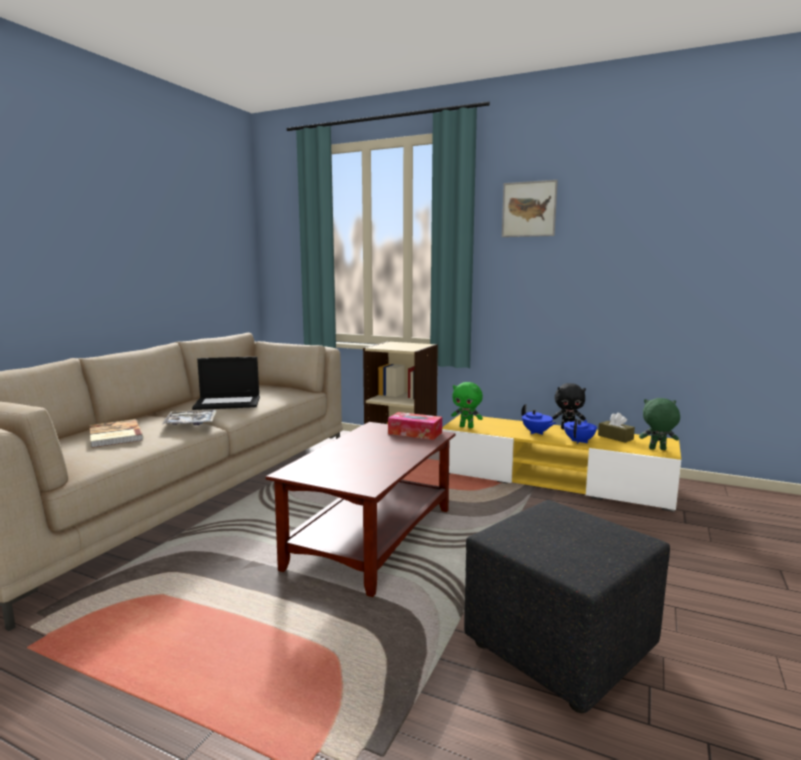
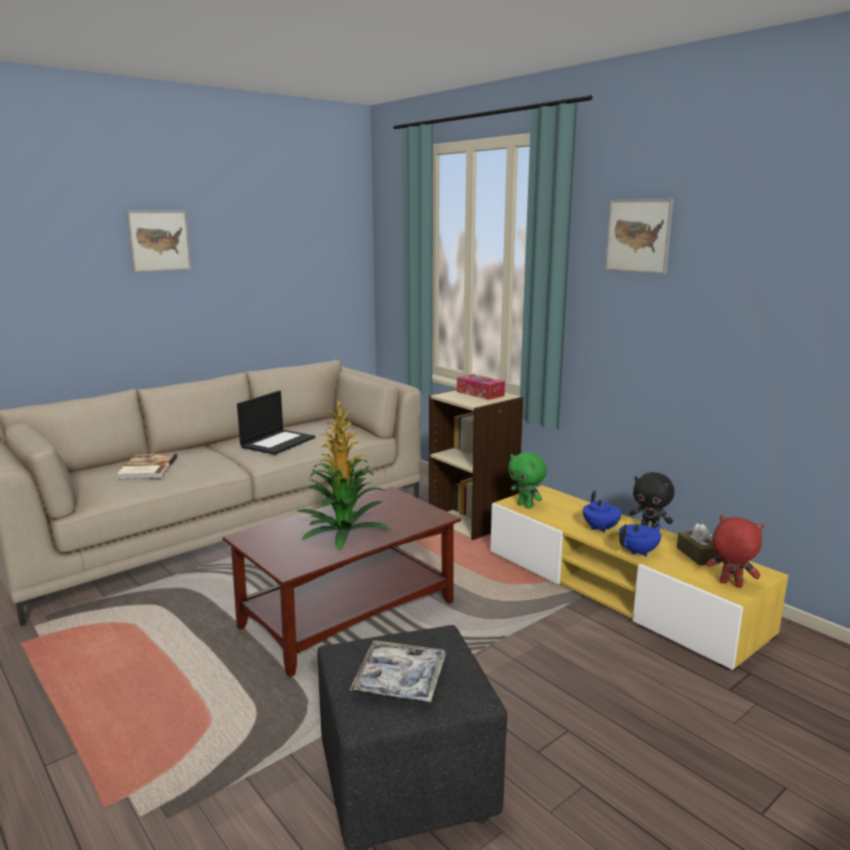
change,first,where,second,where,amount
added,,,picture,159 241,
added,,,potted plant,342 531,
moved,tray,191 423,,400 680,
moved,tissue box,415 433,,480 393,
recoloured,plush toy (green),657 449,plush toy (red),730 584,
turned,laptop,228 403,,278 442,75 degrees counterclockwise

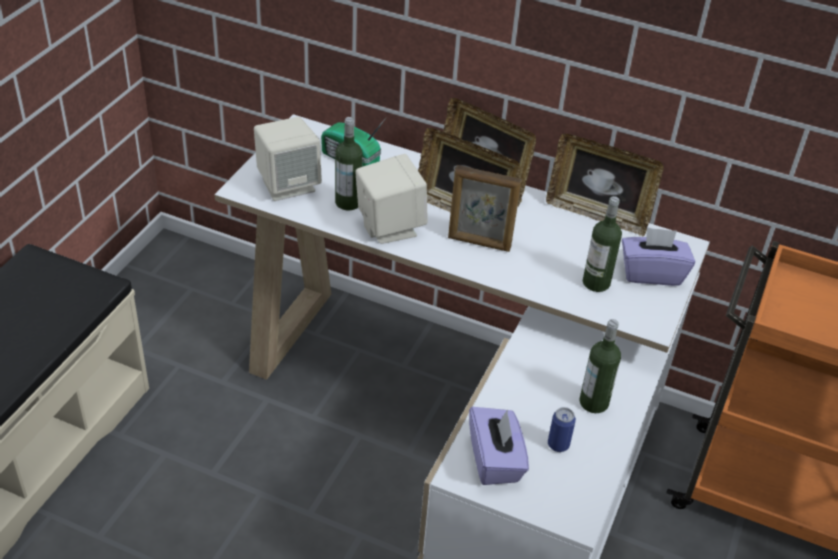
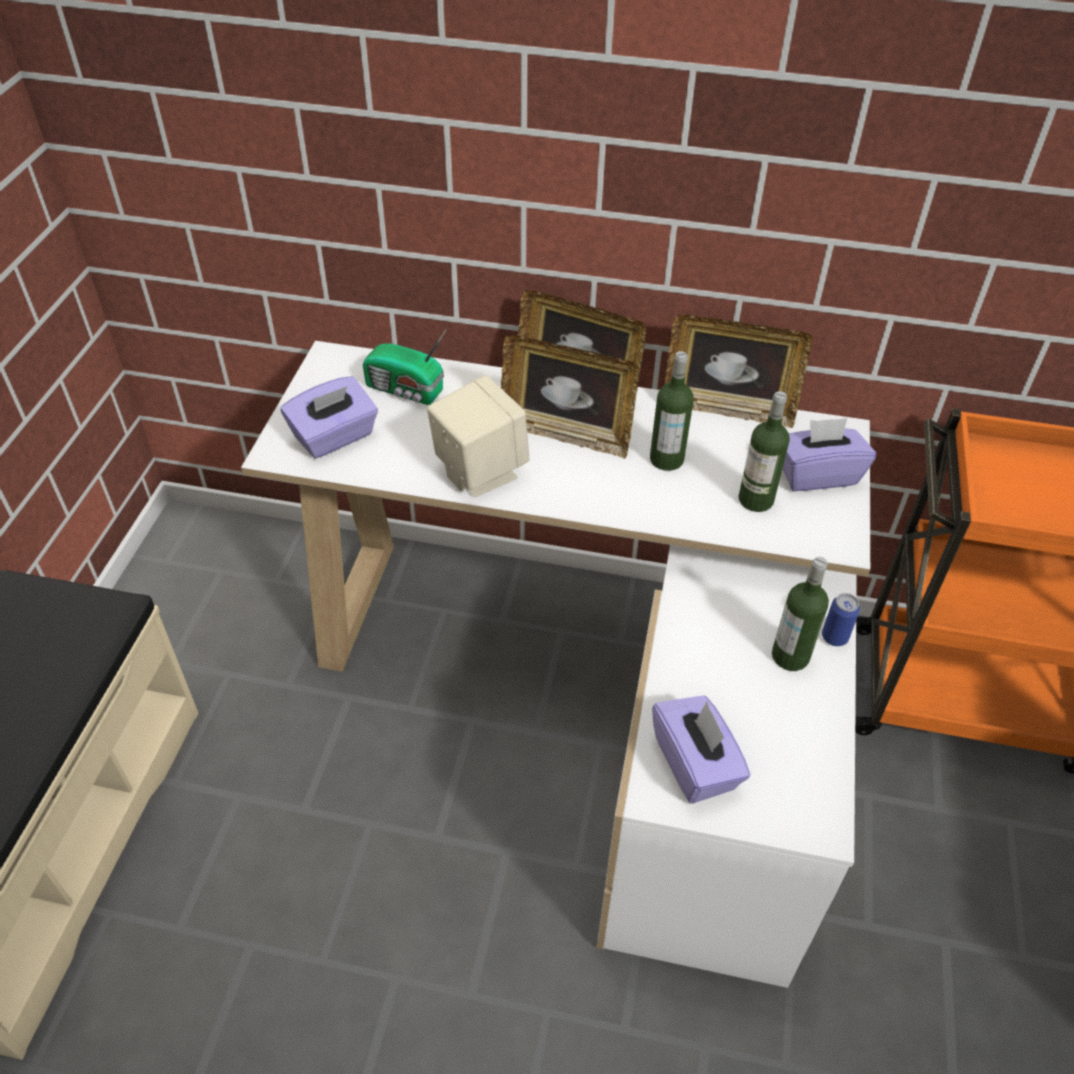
change,first,where,second,where,amount
removed,picture frame,479 243,,,
moved,bottle,348 202,,666 459,
moved,can,558 445,,834 637,
replaced,speaker (beige),288 185,tissue box (purple),334 437,

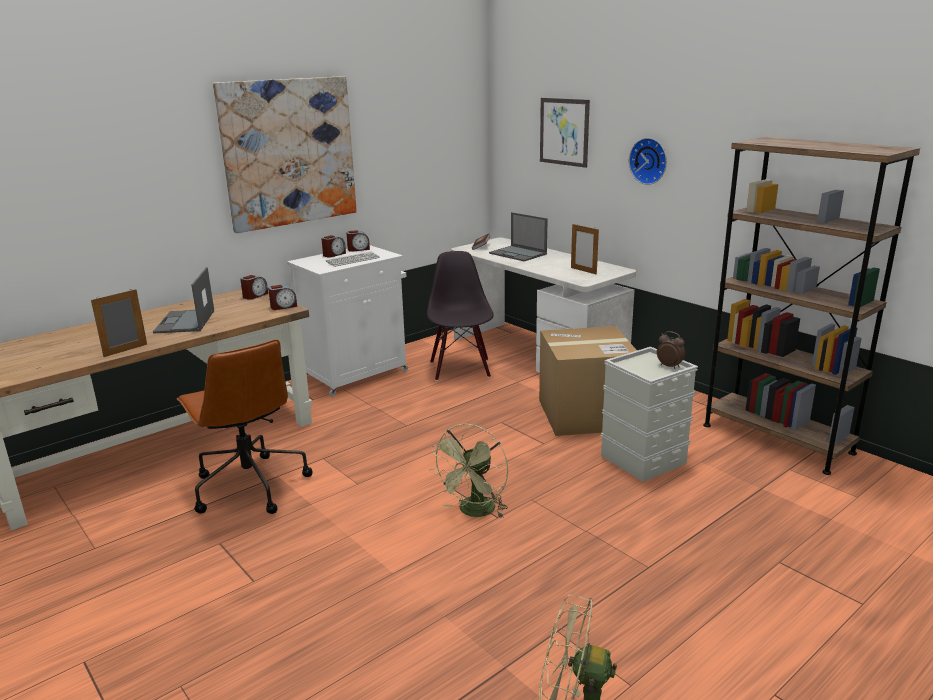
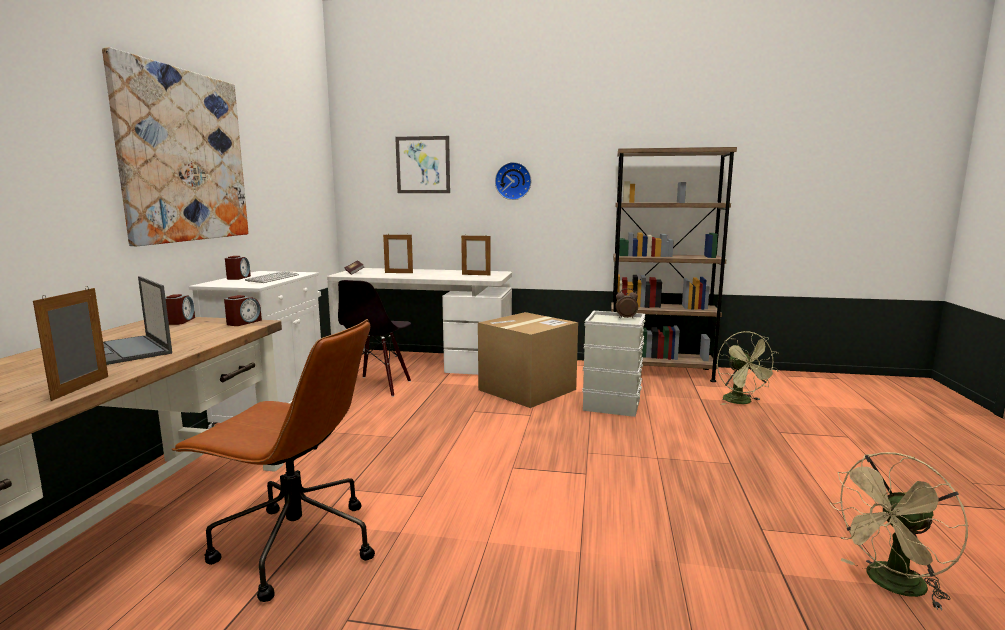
change,first,where,second,where,amount
removed,alarm clock,358 249,,,
moved,fan (green),474 512,,742 402,
replaced,laptop,518 254,picture frame,398 273,
turned,chair (black),461 369,,376 386,120 degrees counterclockwise

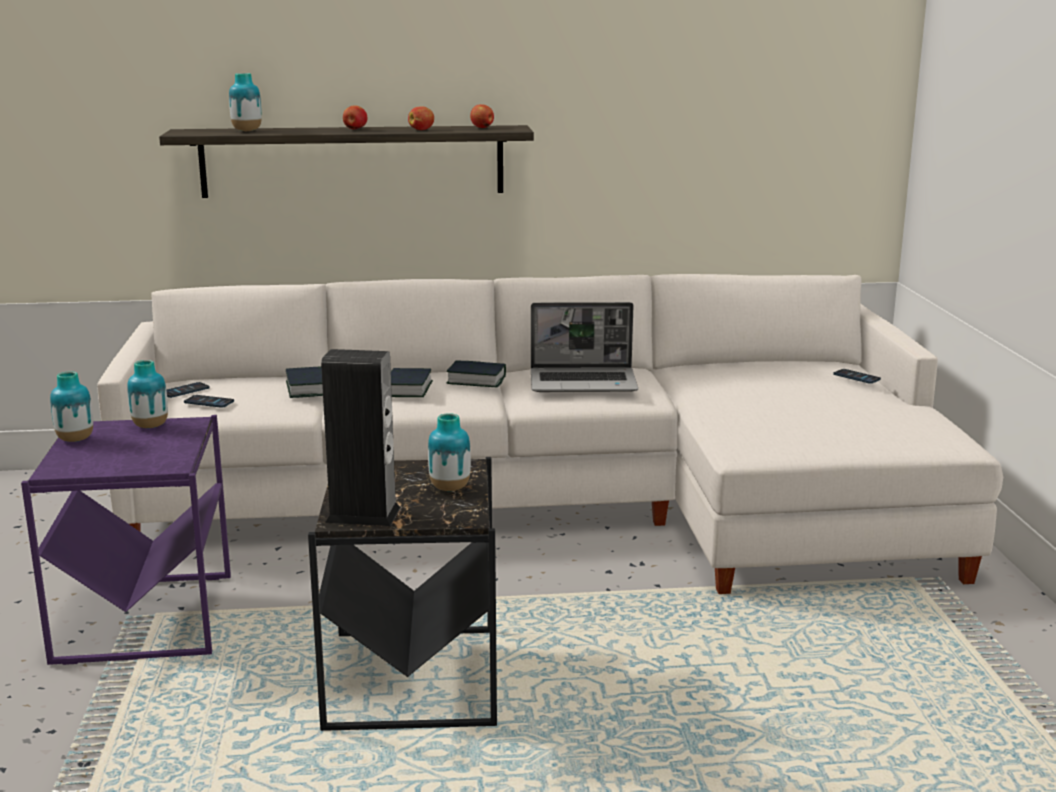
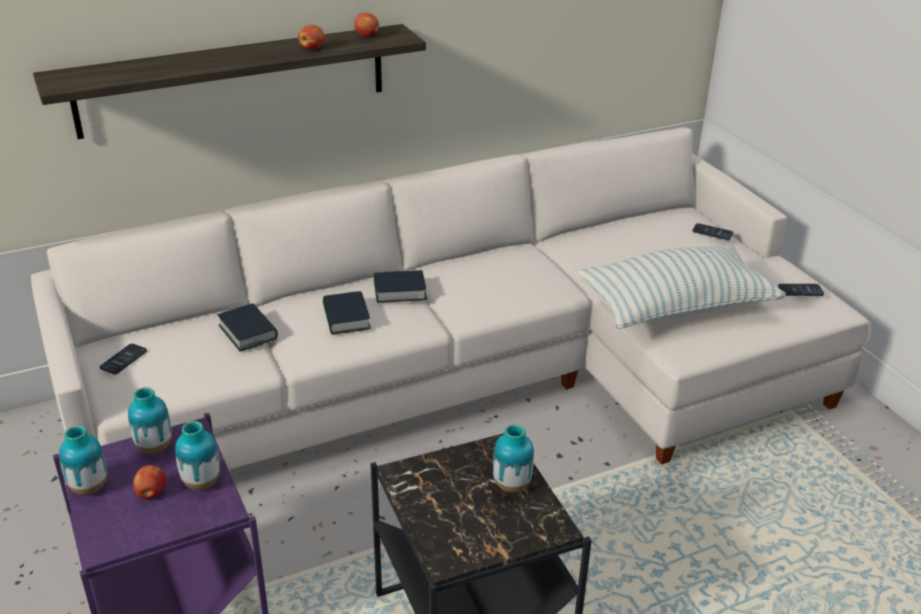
change,first,where,second,where,amount
removed,speaker,363 515,,,
removed,laptop,584 382,,,
added,,,pillow,675 307,
moved,phone,209 402,,800 290,
moved,vase,247 131,,201 482,
moved,apple,355 129,,151 493,

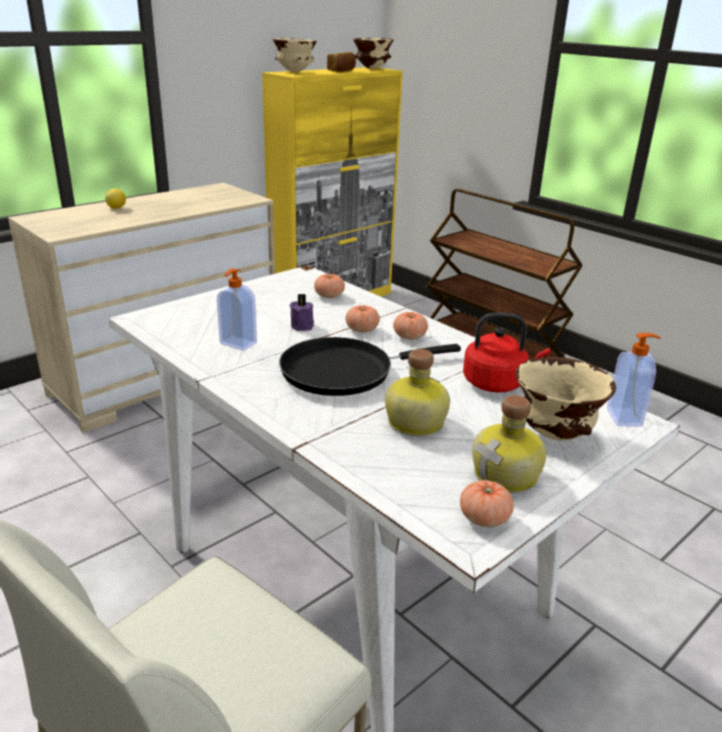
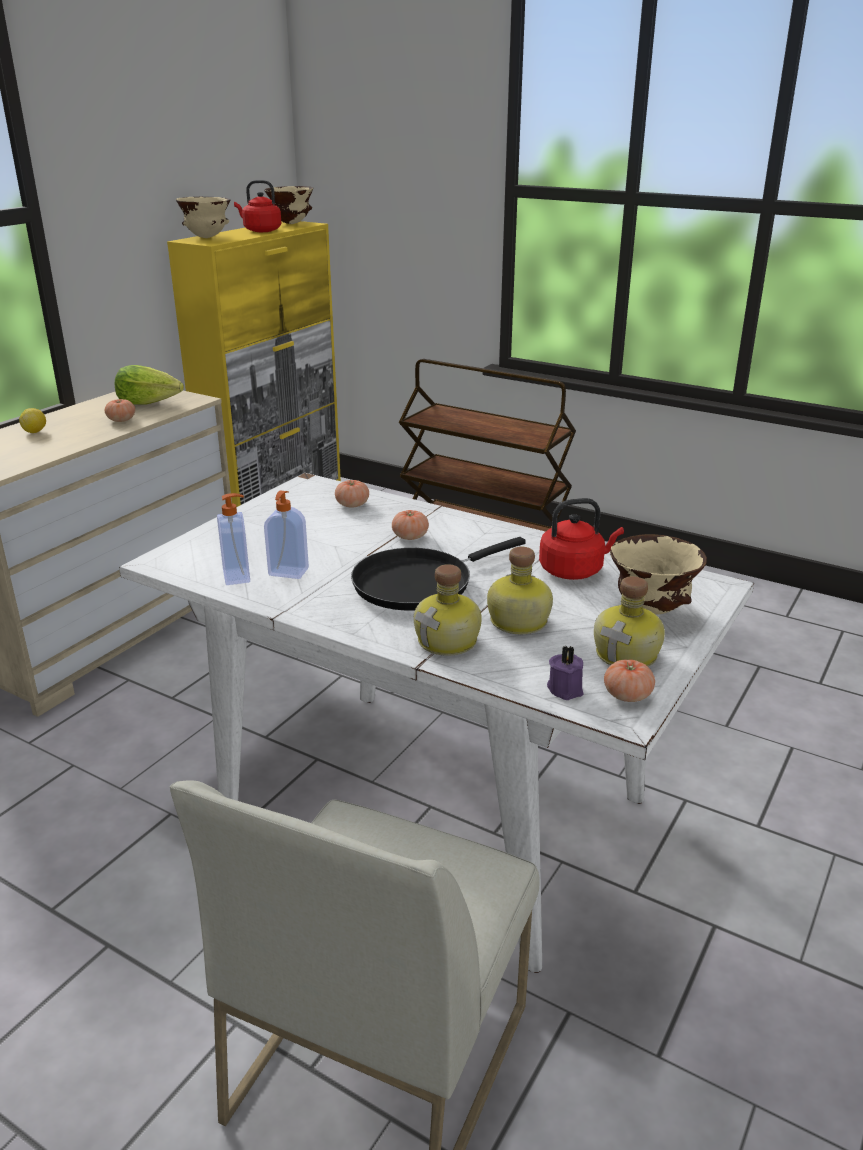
change,first,where,second,where,amount
added,,,lettuce,149 403,
added,,,bottle,449 641,
moved,candle (purple),303 325,,566 688,
moved,tomato,409 336,,121 420,
moved,soap dispenser,625 417,,238 576,
replaced,bread,342 71,kettle (red),260 231,

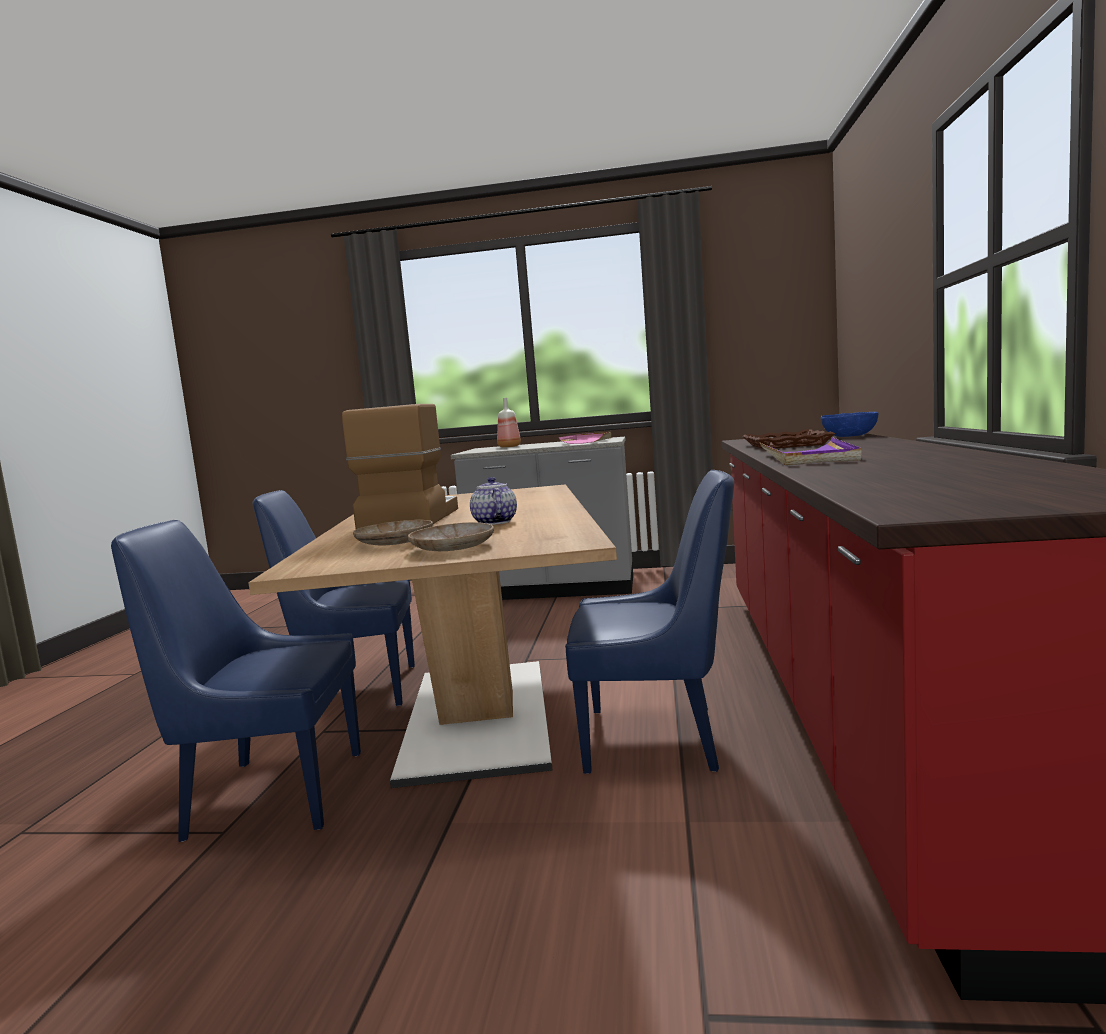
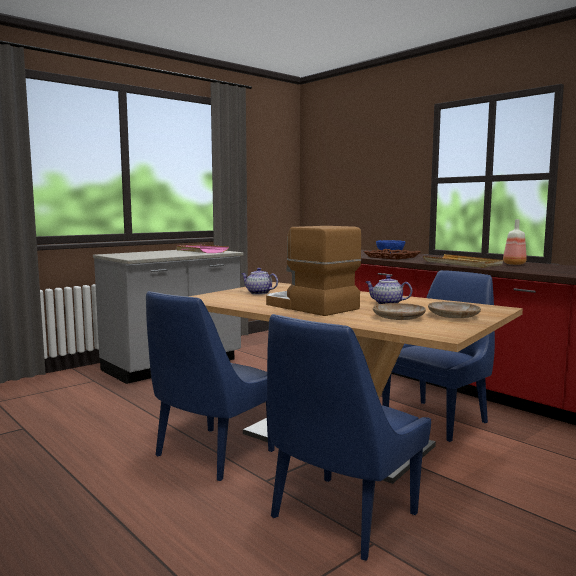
change,first,where,second,where,amount
added,,,teapot,258 293,
moved,bottle,508 447,,513 264,
recoloured,tray (purple),808 457,tray (beige),462 264,

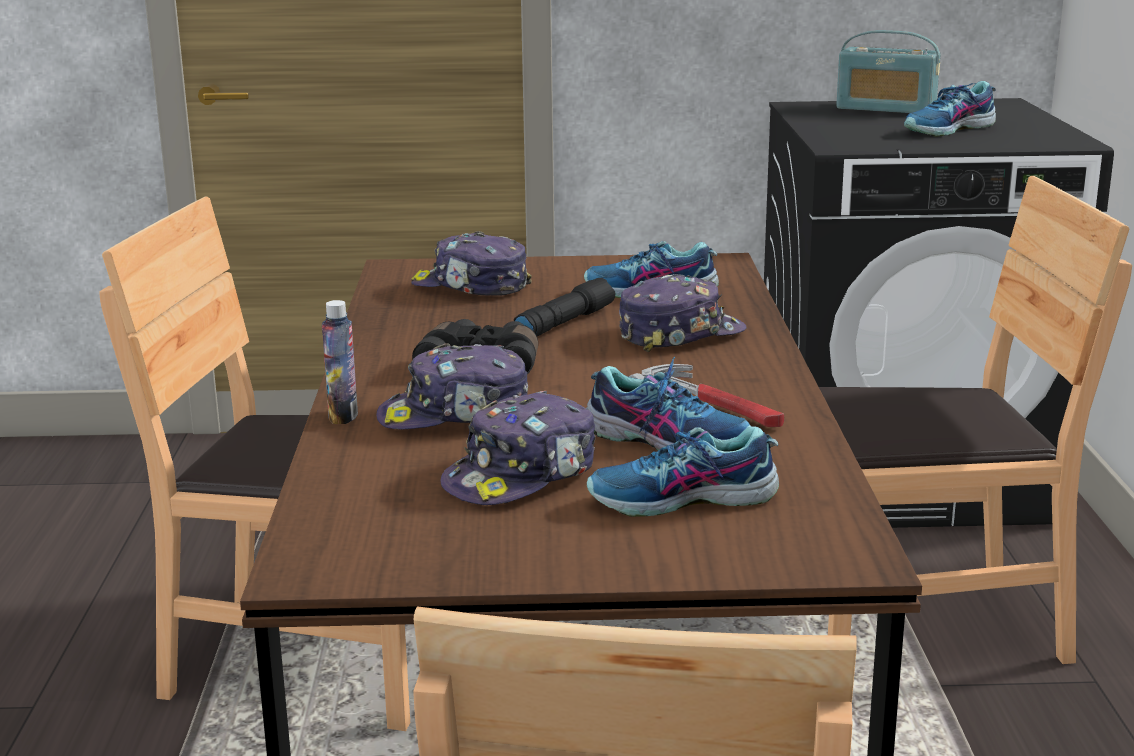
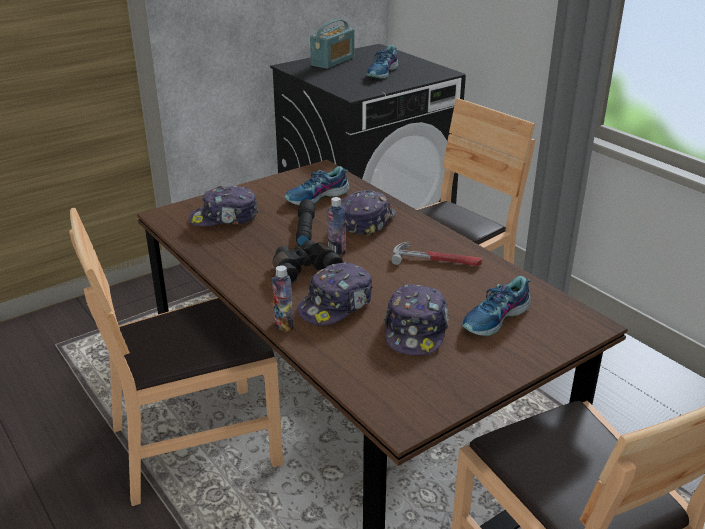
change,first,where,second,where,amount
removed,shoe,667 439,,,
added,,,bottle,336 250,
turned,radio,886 108,,333 61,45 degrees counterclockwise

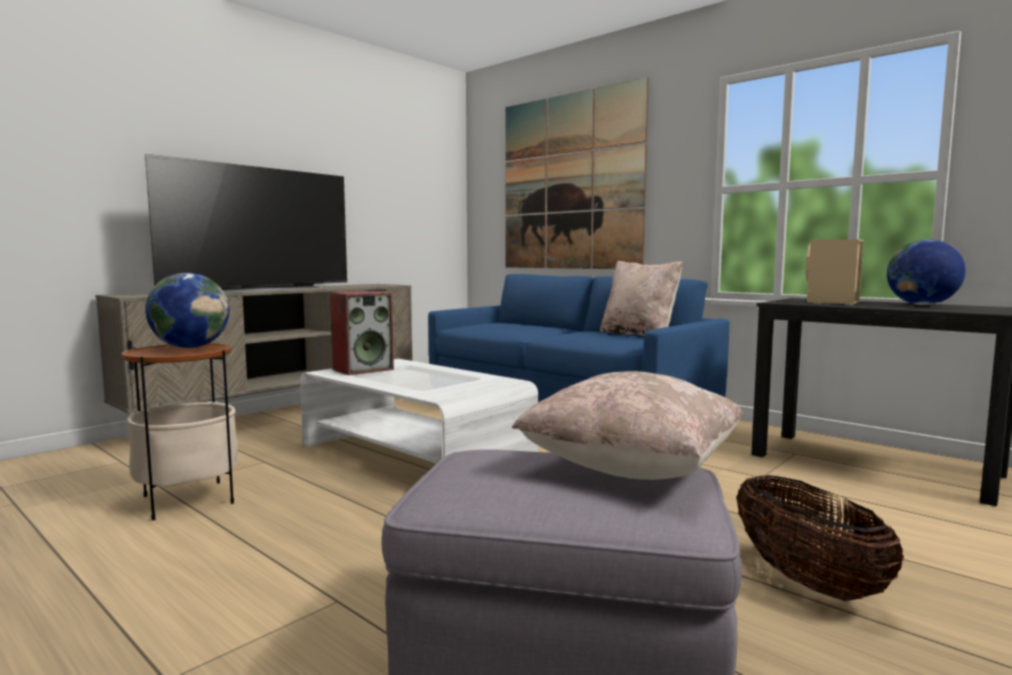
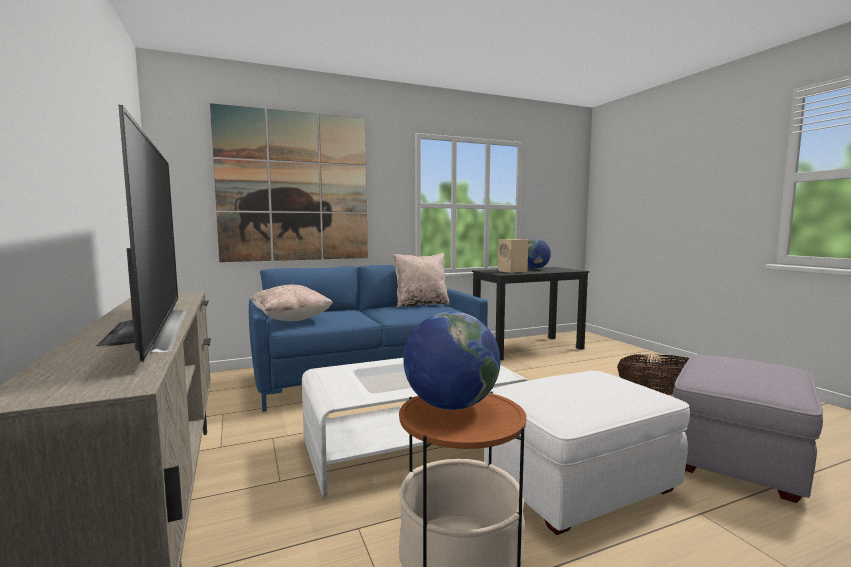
change,first,where,second,where,amount
removed,speaker,363 369,,,
added,,,ottoman (white),578 484,
moved,pillow (beige),632 469,,291 320,

